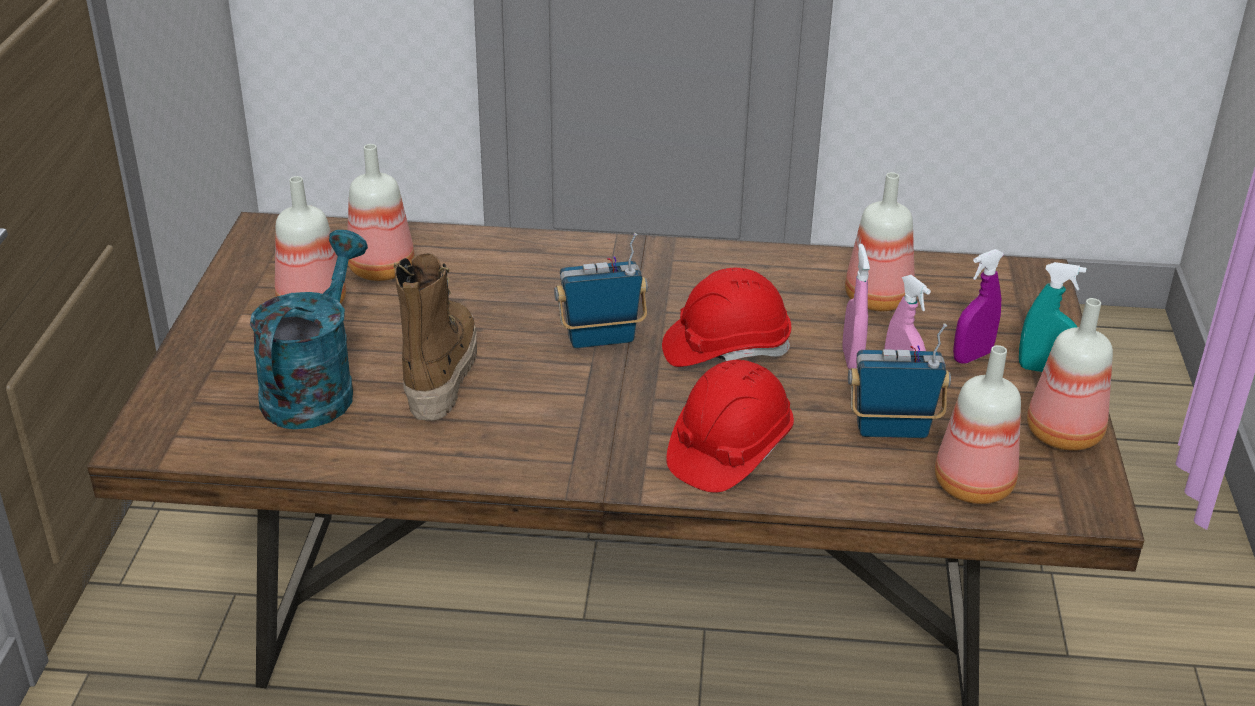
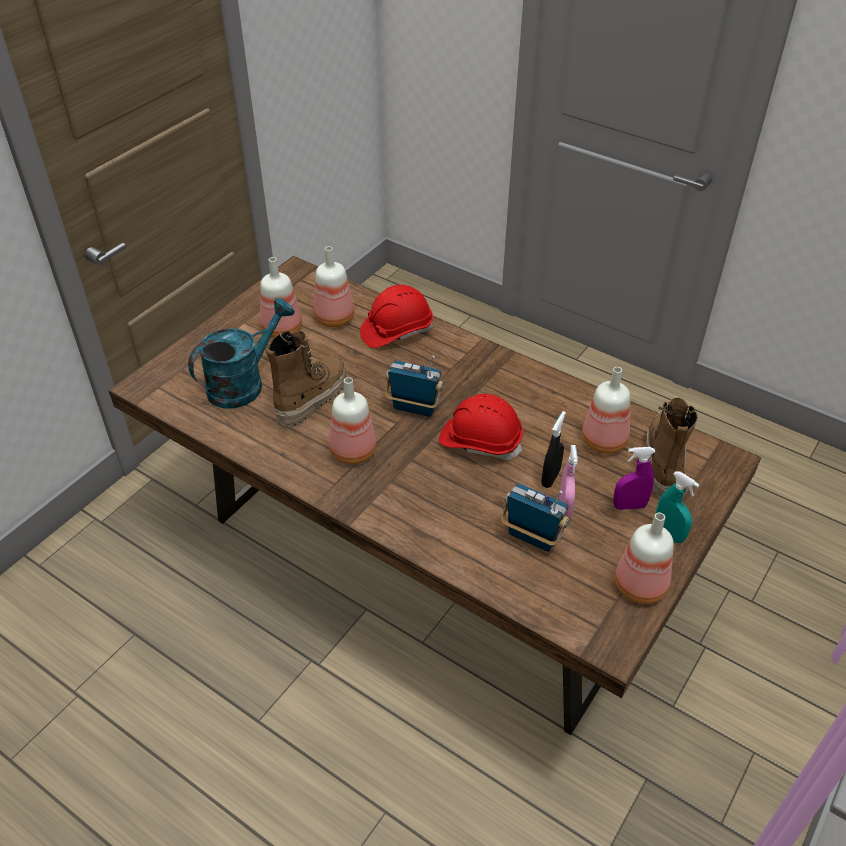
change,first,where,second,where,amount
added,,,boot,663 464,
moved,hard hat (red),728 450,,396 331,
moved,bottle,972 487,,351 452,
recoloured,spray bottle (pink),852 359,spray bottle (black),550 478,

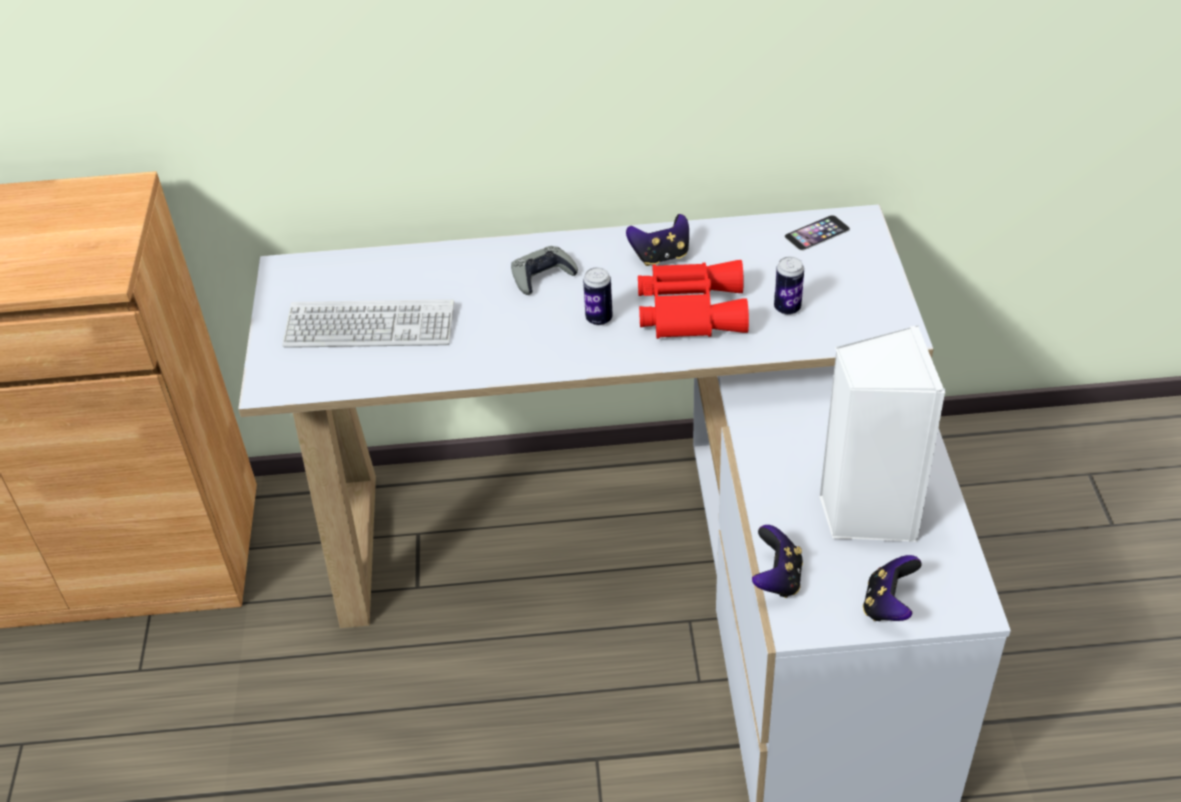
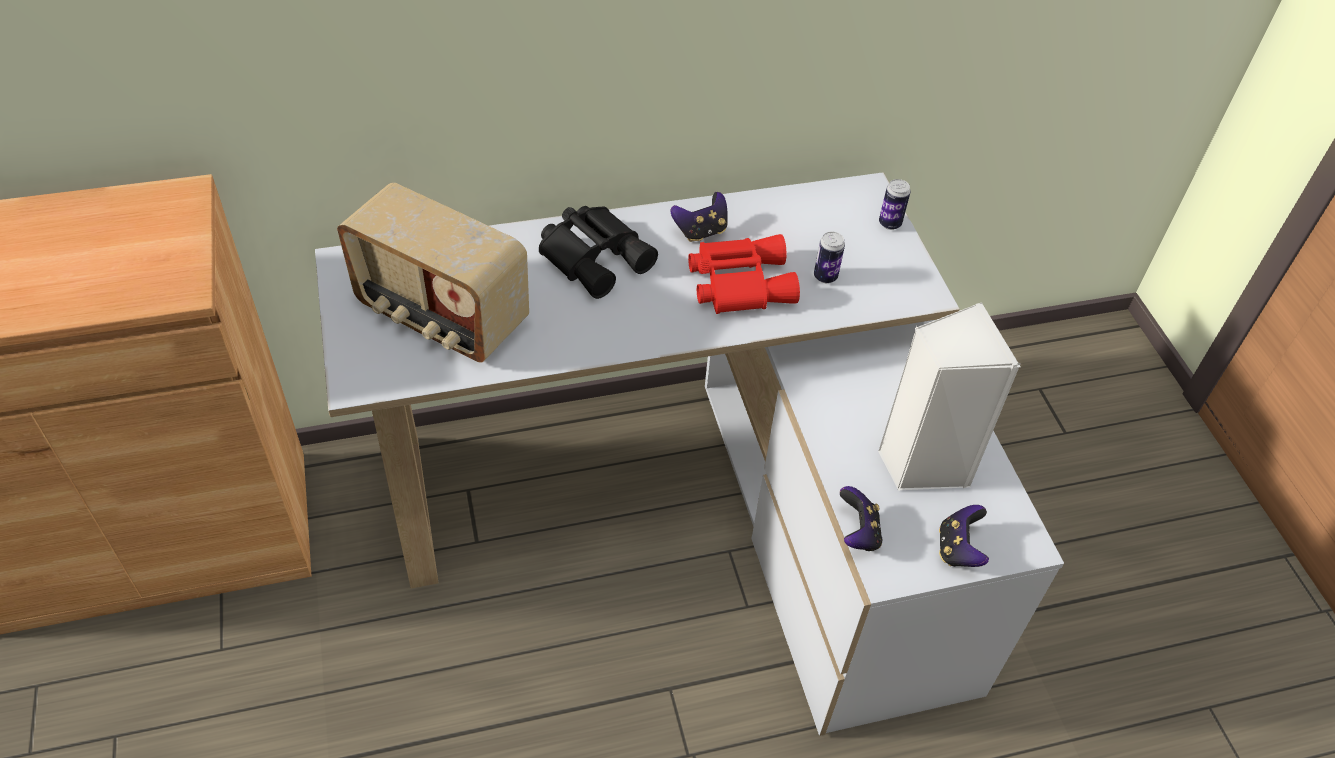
change,first,where,second,where,amount
removed,phone,817 233,,,
moved,can,599 318,,889 223,
replaced,keyboard,370 327,radio,441 317,
replaced,game controller (grey),542 275,binoculars (black),595 256,

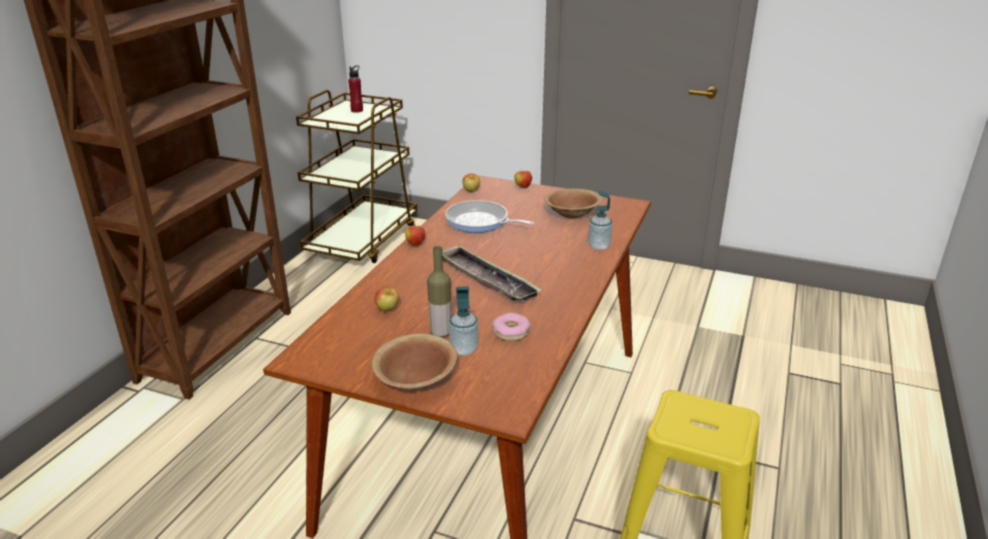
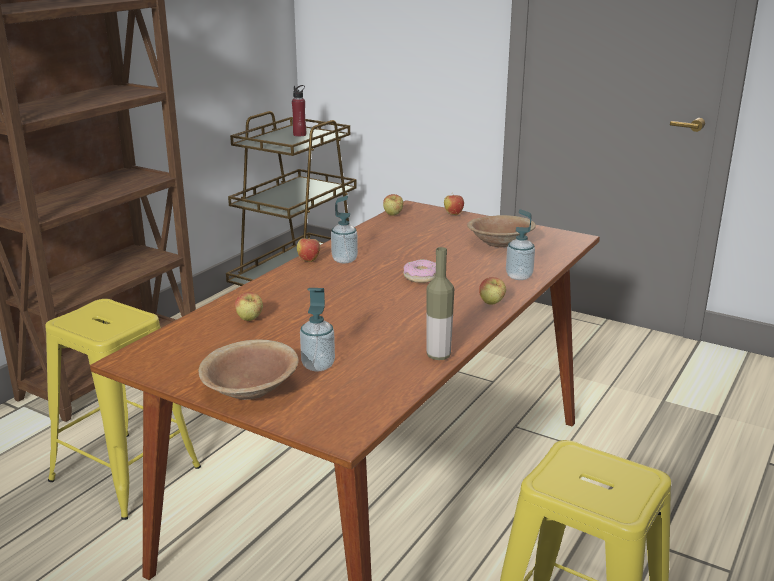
change,first,where,second,where,amount
removed,tray,486 279,,,
removed,frying pan,480 222,,,
added,,,stool (yellow),125 474,
added,,,soap dispenser,344 260,
added,,,apple,491 303,
moved,bottle,441 333,,438 356,
moved,donut,510 332,,421 277,

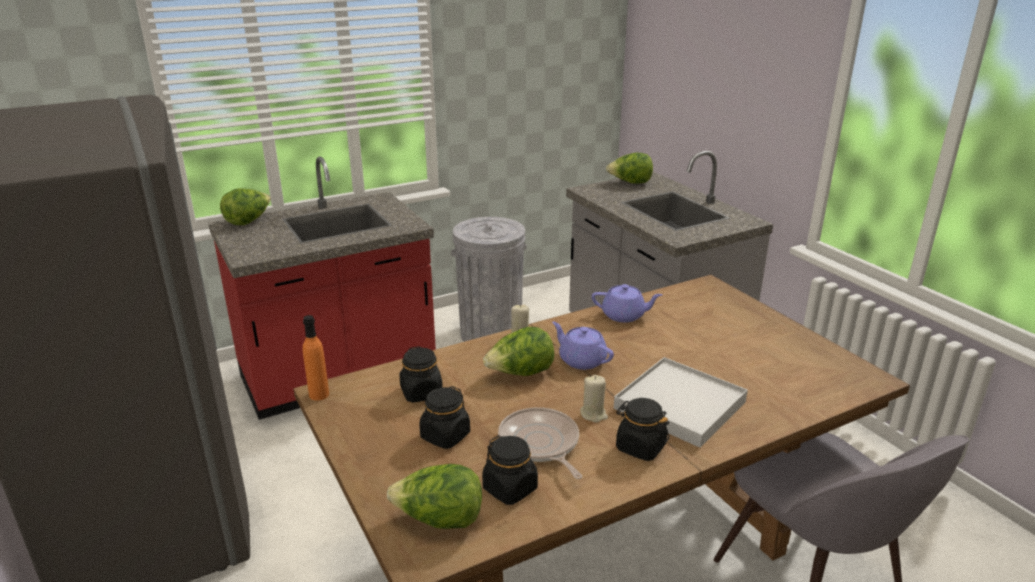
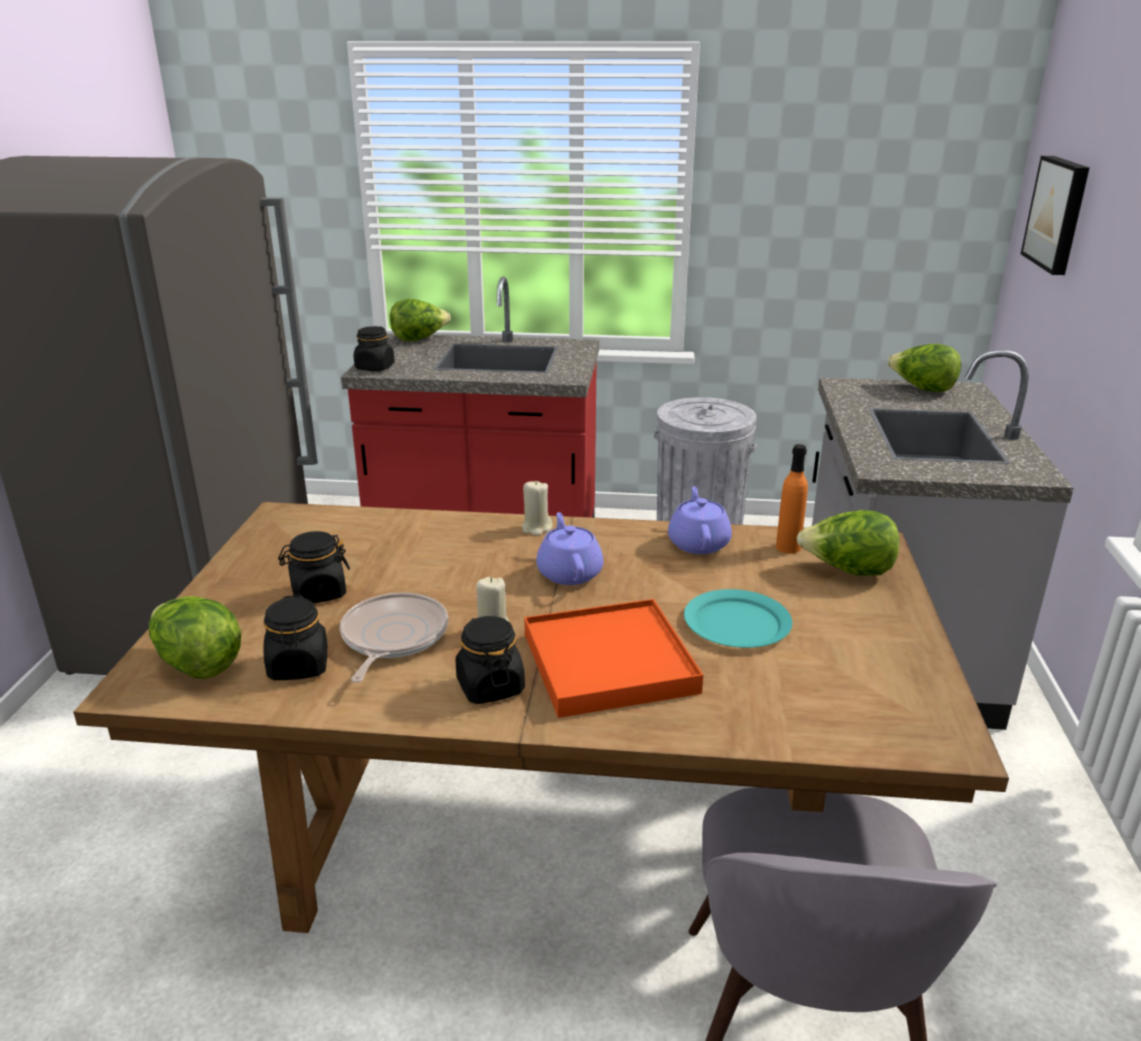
change,first,where,second,where,amount
added,,,plate (turquoise),738 623,
added,,,picture,1058 214,
moved,bottle (orange),319 394,,788 547,
moved,jar (black),421 392,,375 368,
moved,lettuce,520 374,,847 571,
recoloured,tray (white),680 405,tray (orange),609 663,
turned,teapot (purple),624 315,,698 543,135 degrees counterclockwise

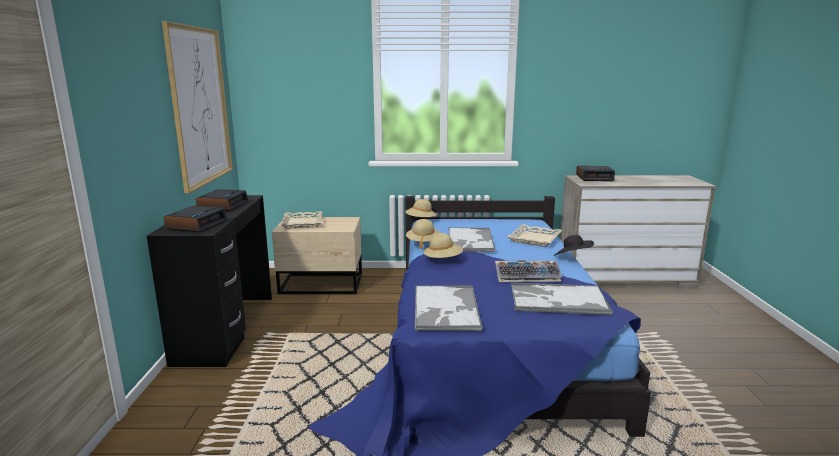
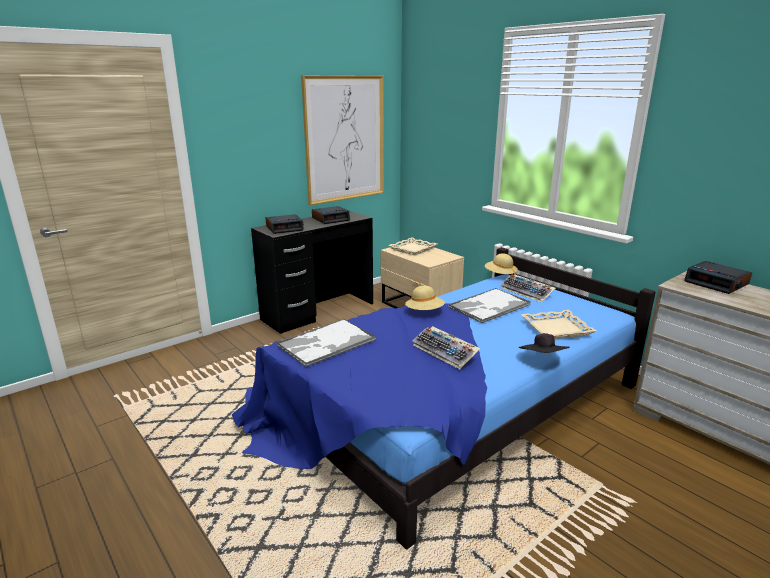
change,first,where,second,where,amount
removed,hat (beige),423 243,,,
removed,tray,557 300,,,
added,,,keyboard,527 292,

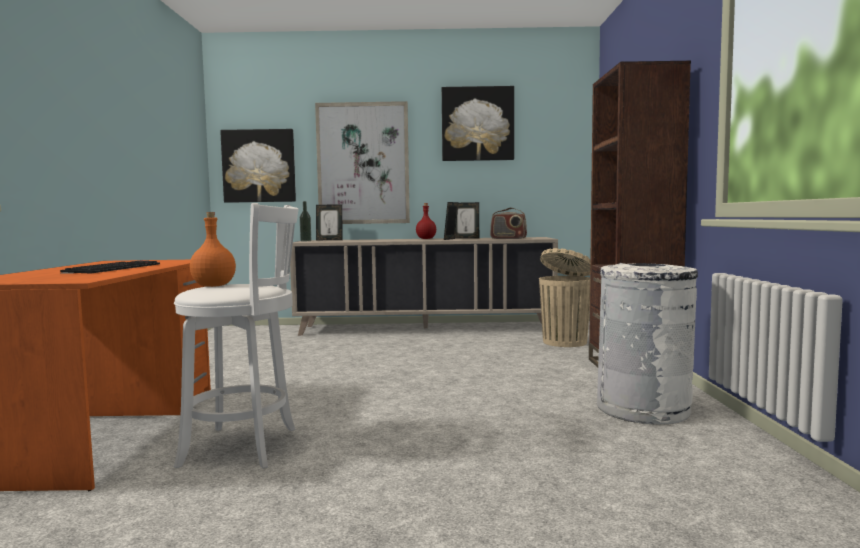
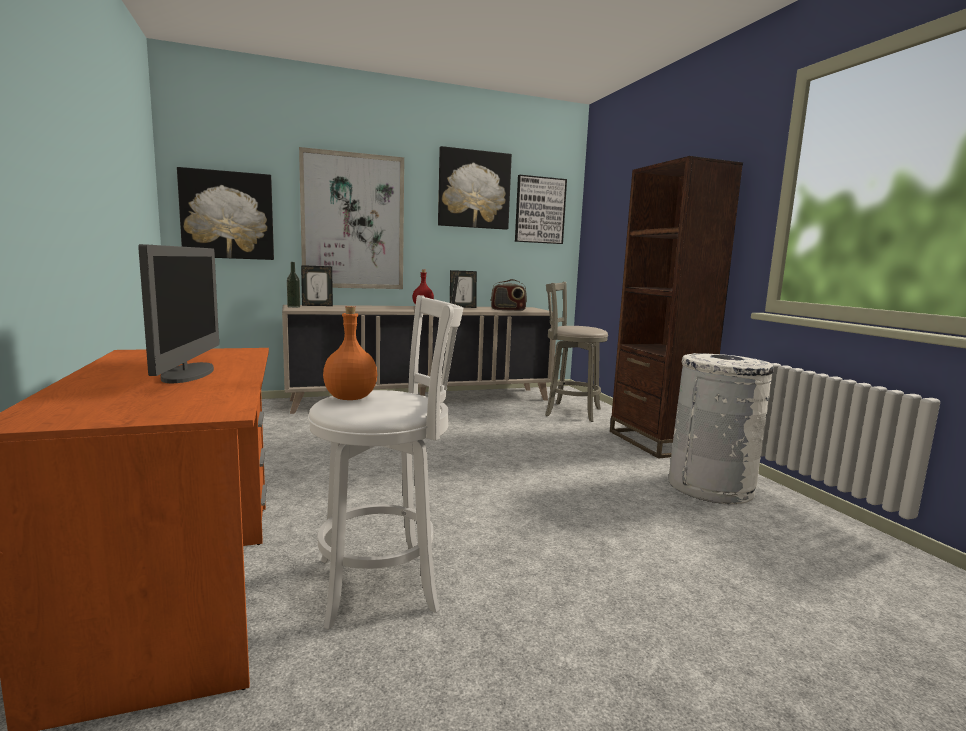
change,first,where,second,where,amount
added,,,picture,540 210,
replaced,keyboard,113 268,monitor,188 373,
replaced,trash can (beige),565 342,stool (grey),569 411,

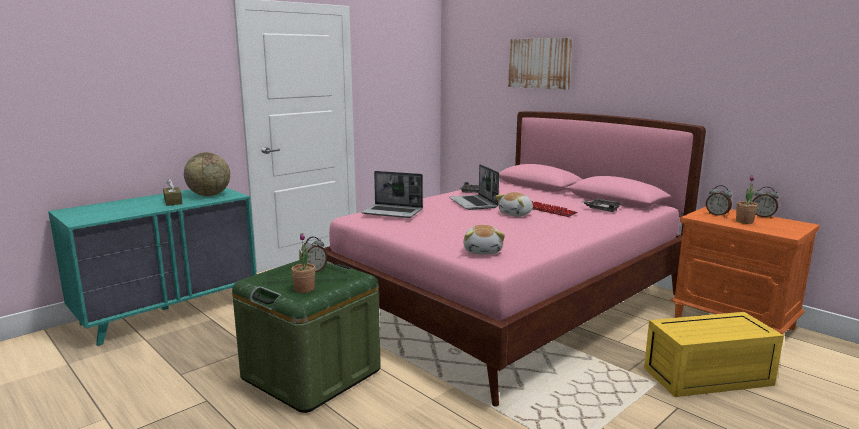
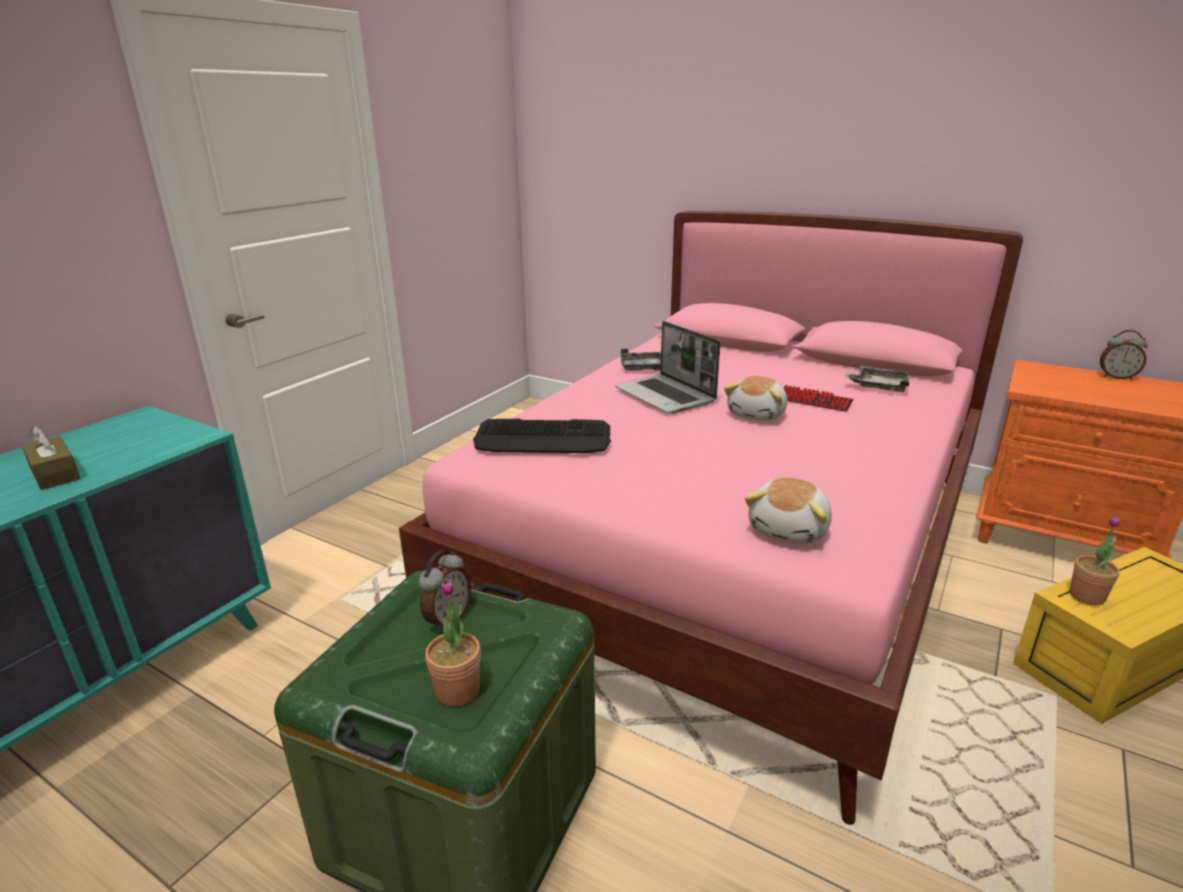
change,first,where,second,where,amount
removed,globe,209 195,,,
removed,picture,539 63,,,
removed,alarm clock,717 215,,,
moved,potted plant,744 221,,1086 596,
replaced,laptop,393 212,keyboard,543 438,
turned,plush toy,483 251,,790 530,45 degrees clockwise

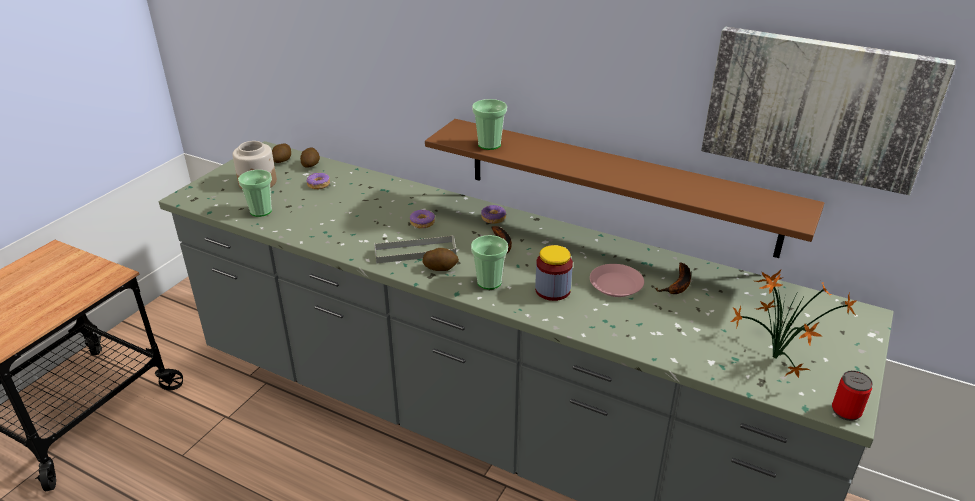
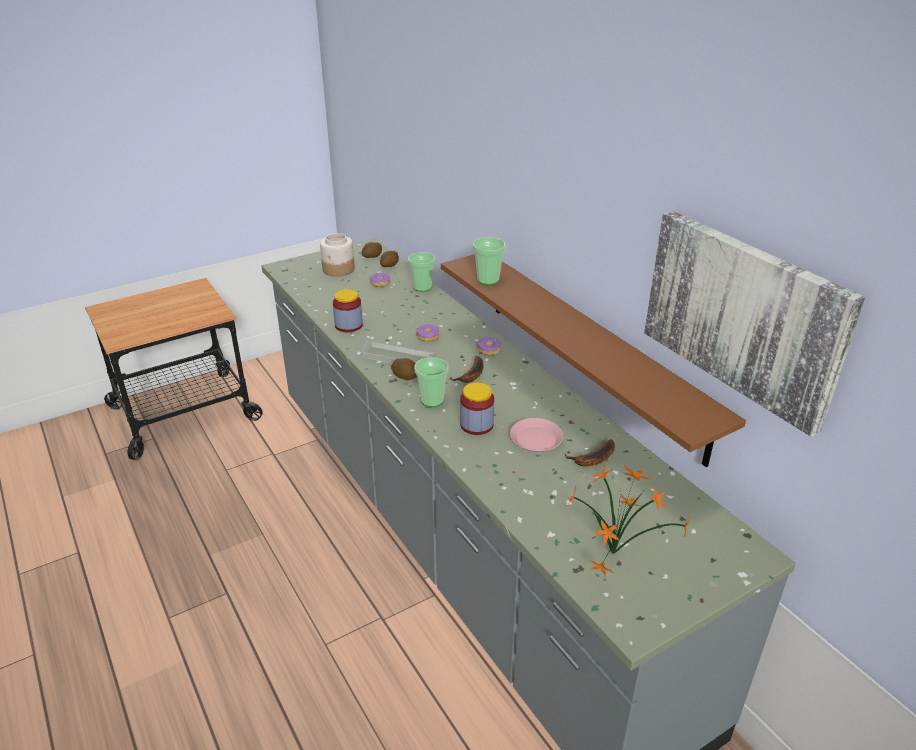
change,first,where,second,where,amount
removed,can,846 411,,,
added,,,jar,349 325,
moved,cup,261 211,,422 287,

